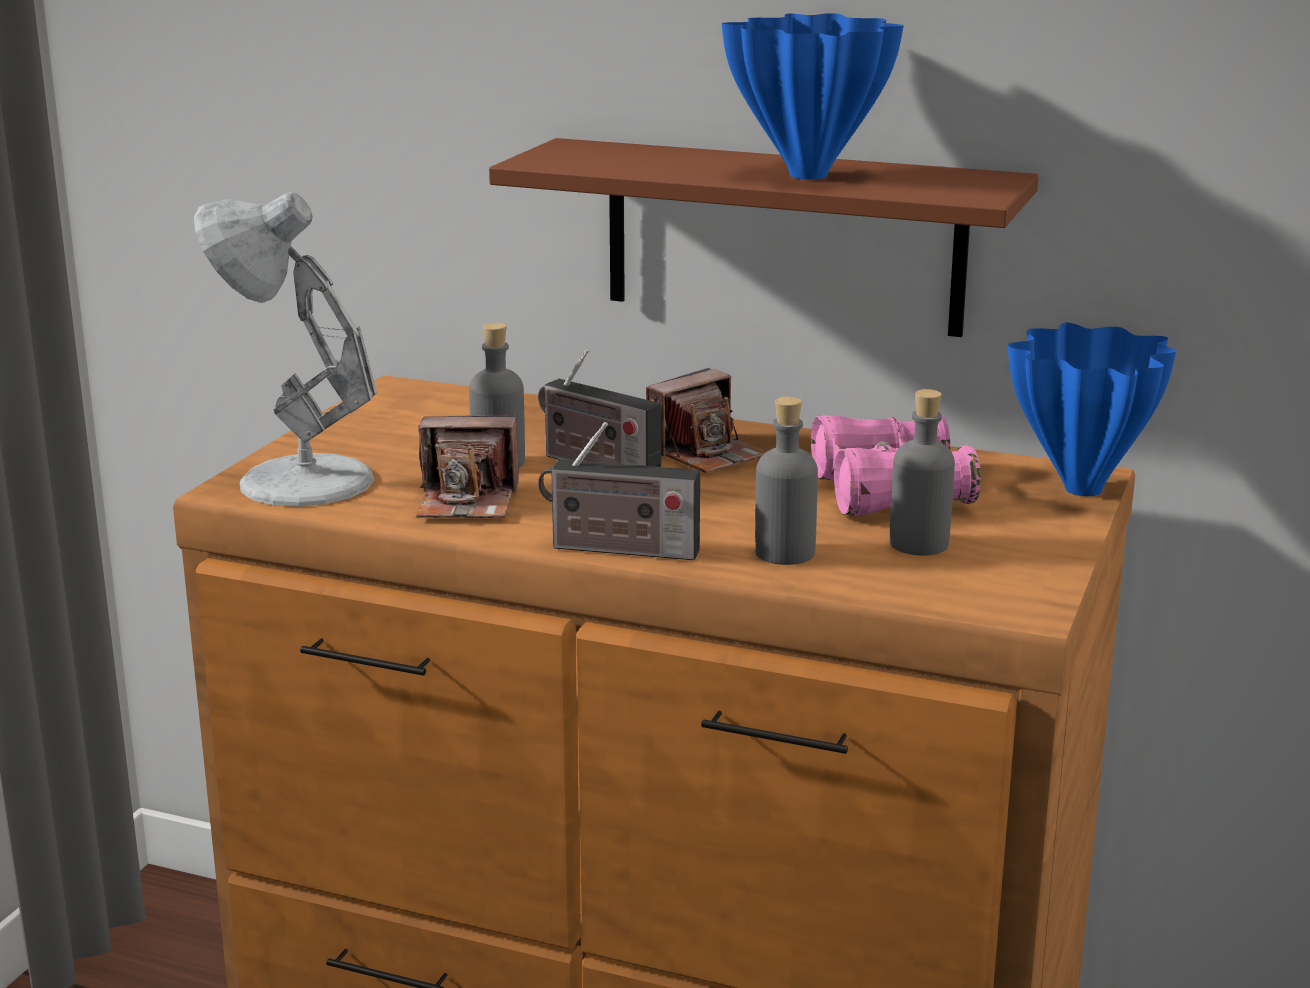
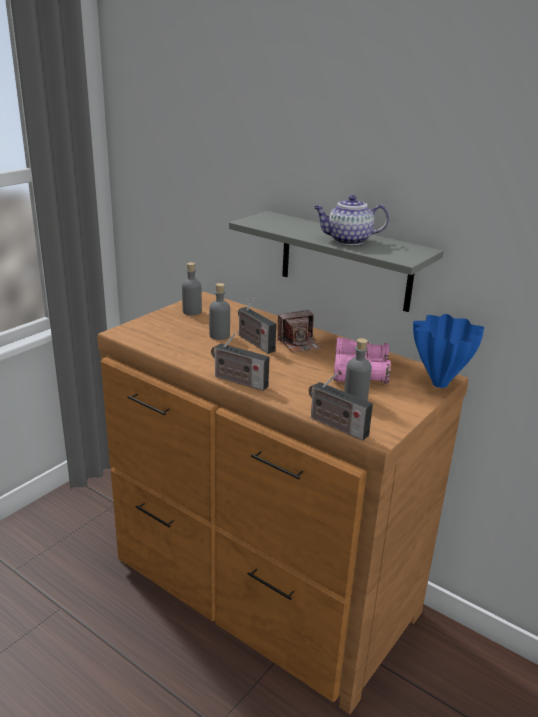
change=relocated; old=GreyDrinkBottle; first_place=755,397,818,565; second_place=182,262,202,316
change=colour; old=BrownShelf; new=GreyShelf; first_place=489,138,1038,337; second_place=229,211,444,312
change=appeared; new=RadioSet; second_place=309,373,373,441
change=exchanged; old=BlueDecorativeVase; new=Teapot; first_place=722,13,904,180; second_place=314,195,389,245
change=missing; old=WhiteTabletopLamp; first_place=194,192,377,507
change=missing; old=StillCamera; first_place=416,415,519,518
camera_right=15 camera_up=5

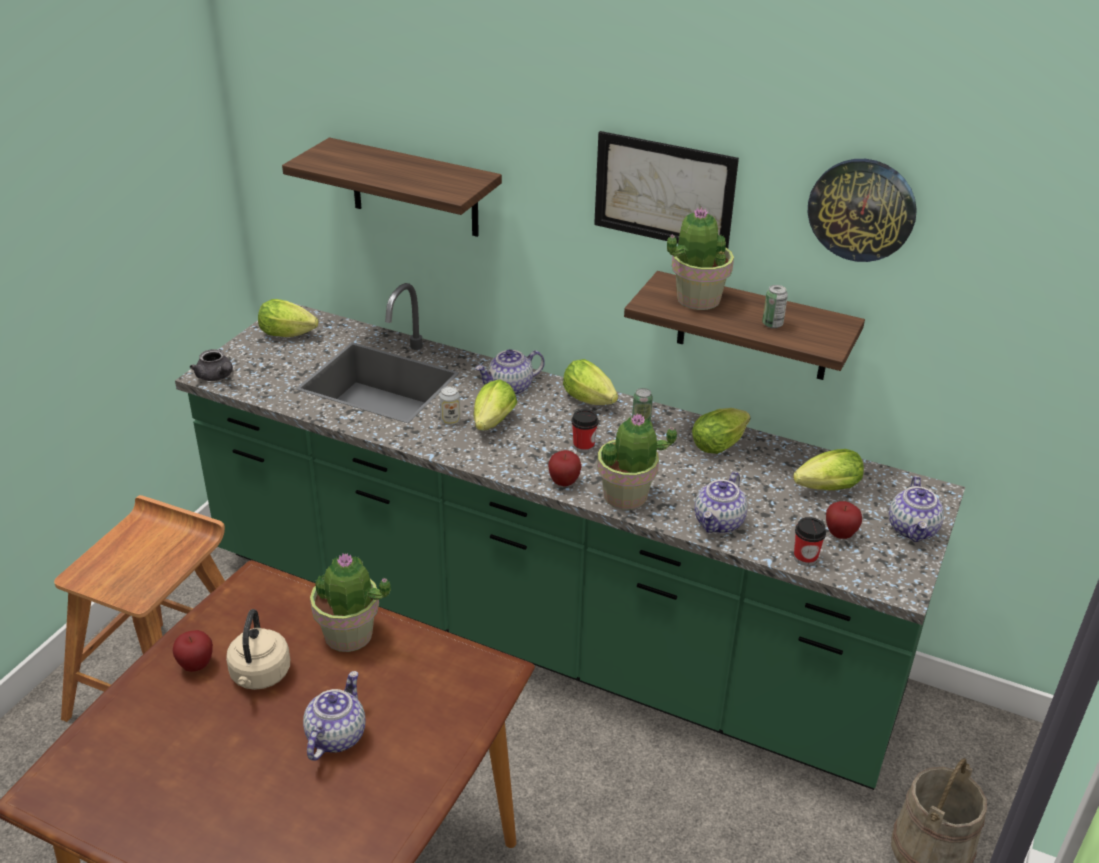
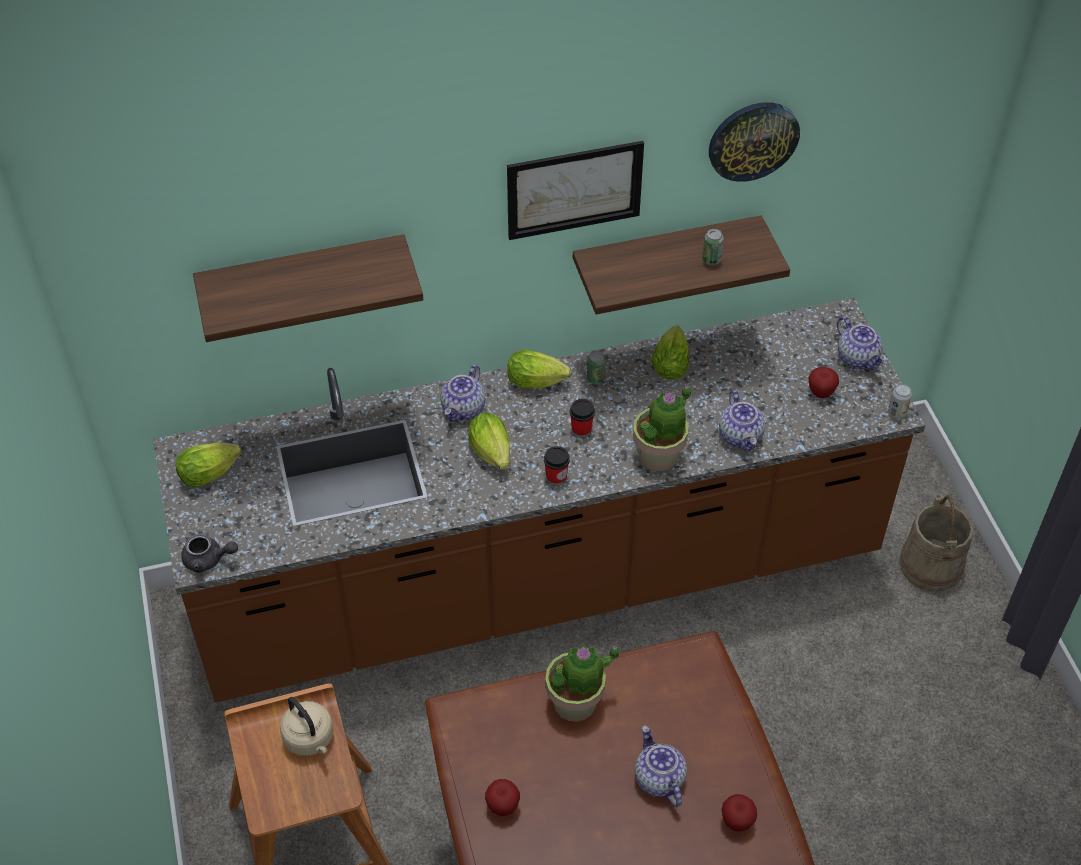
change=colour; old=GreenKitchenCounter; new=BrownKitchenCounter; first_place=175,283,965,790; second_place=153,298,925,702
change=relocated; old=BeigeWaterKettle; first_place=226,609,290,690; second_place=280,697,333,756
change=relocated; old=SmallCup; first_place=794,517,826,566; second_place=544,446,570,486
change=relocated; old=Apple; first_place=548,450,582,486; second_place=722,794,757,832
change=relocated; old=SealedCan; first_place=439,386,460,425; second_place=888,384,912,419
change=missing; old=PlantInAPot; first_place=667,207,734,310
change=missing; old=HeadOfLettuce; first_place=793,449,864,490
camera_right=-40 camera_up=15

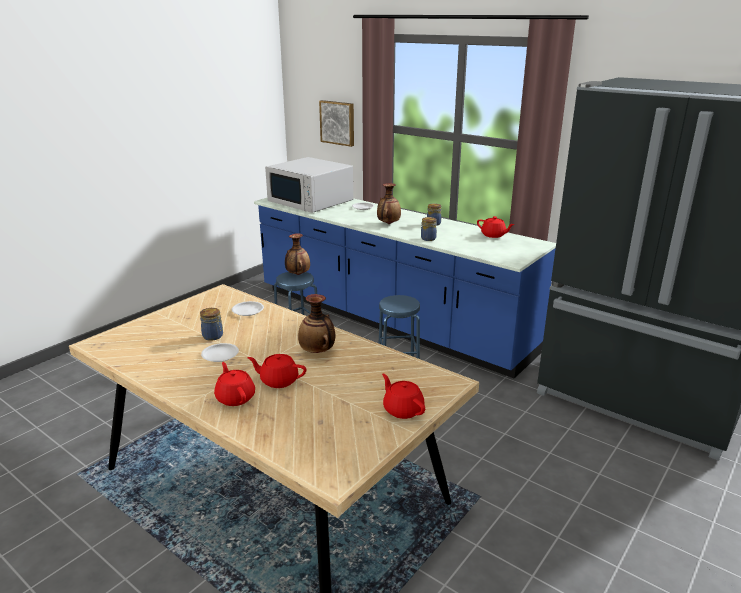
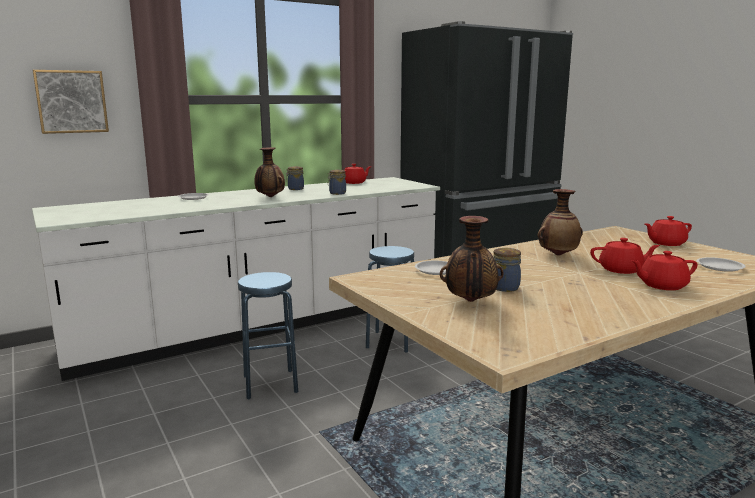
change=colour; old=BlueKitchenCounter; new=WhiteKitchenCounter; first_place=254,198,556,378; second_place=32,177,440,381
change=relocated; old=DecorativeVase; first_place=285,233,310,275; second_place=440,216,503,302
change=spun; old=RedColouredTeapot; first_place=247,354,306,388; second_place=590,238,660,274; degrees=-120
change=relocated; old=WhitePlate; first_place=201,343,239,362; second_place=696,257,746,272
change=missing; old=WhiteMicrowaveOven; first_place=265,157,353,213
camera_right=-70 camera_up=-10

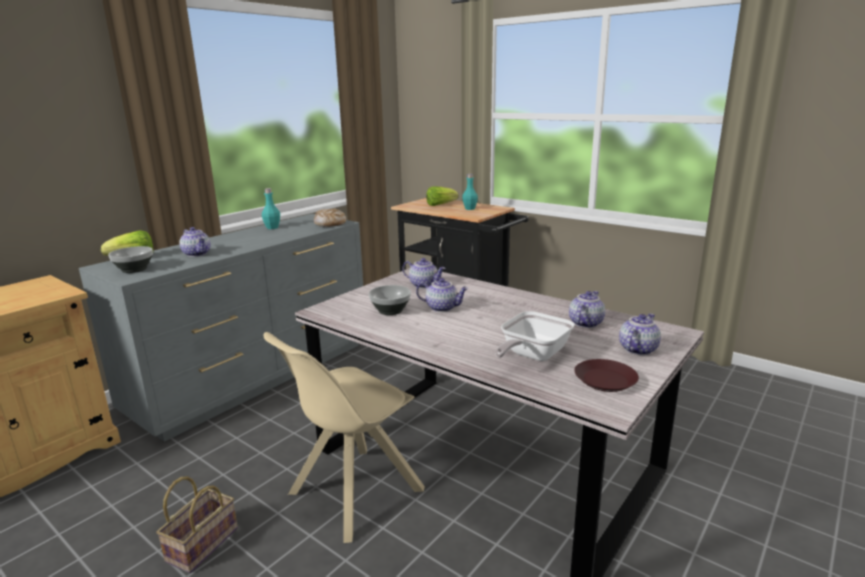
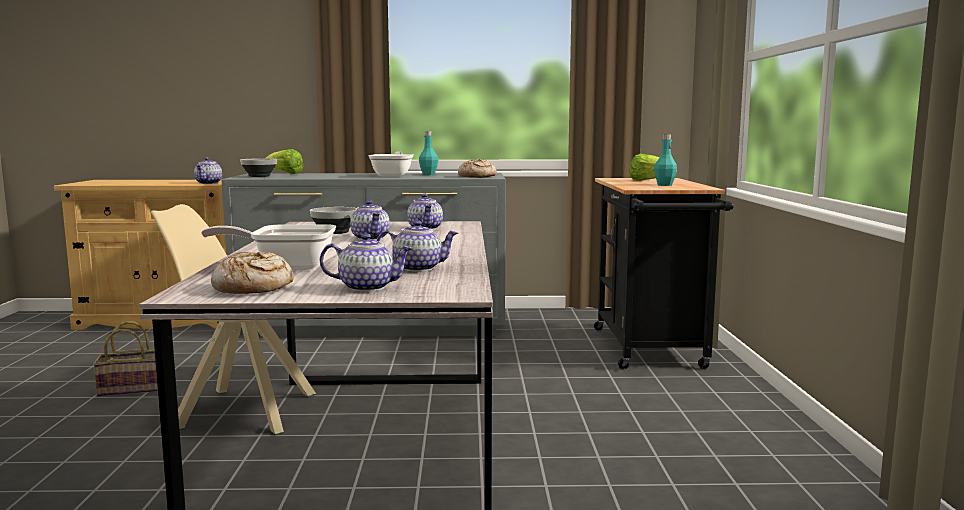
change=relocated; old=Teapot; first_place=180,227,211,257; second_place=194,157,222,184
change=exchanged; old=BrownPlate; new=Bread; first_place=575,359,639,392; second_place=211,252,294,294
change=appeared; new=Pan; second_place=369,151,414,177
camera_right=50 camera_up=-10

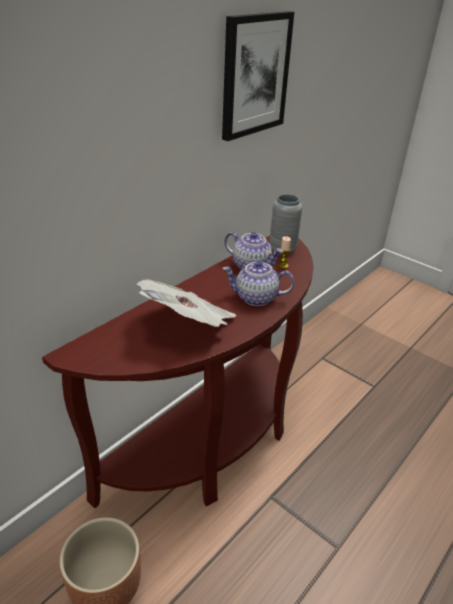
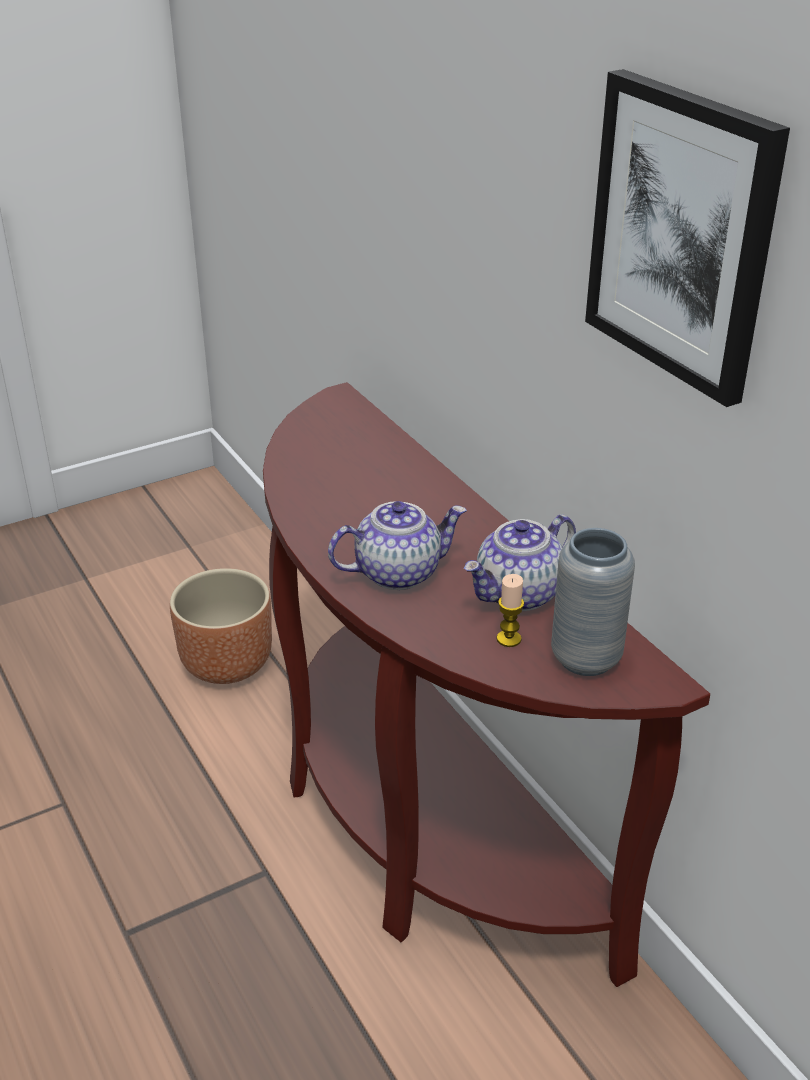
change=spun; old=Teapot; first_place=222,261,295,306; second_place=328,501,467,590; degrees=45
change=missing; old=PrintedPaper; first_place=137,279,236,327
camera_right=110 camera_up=0

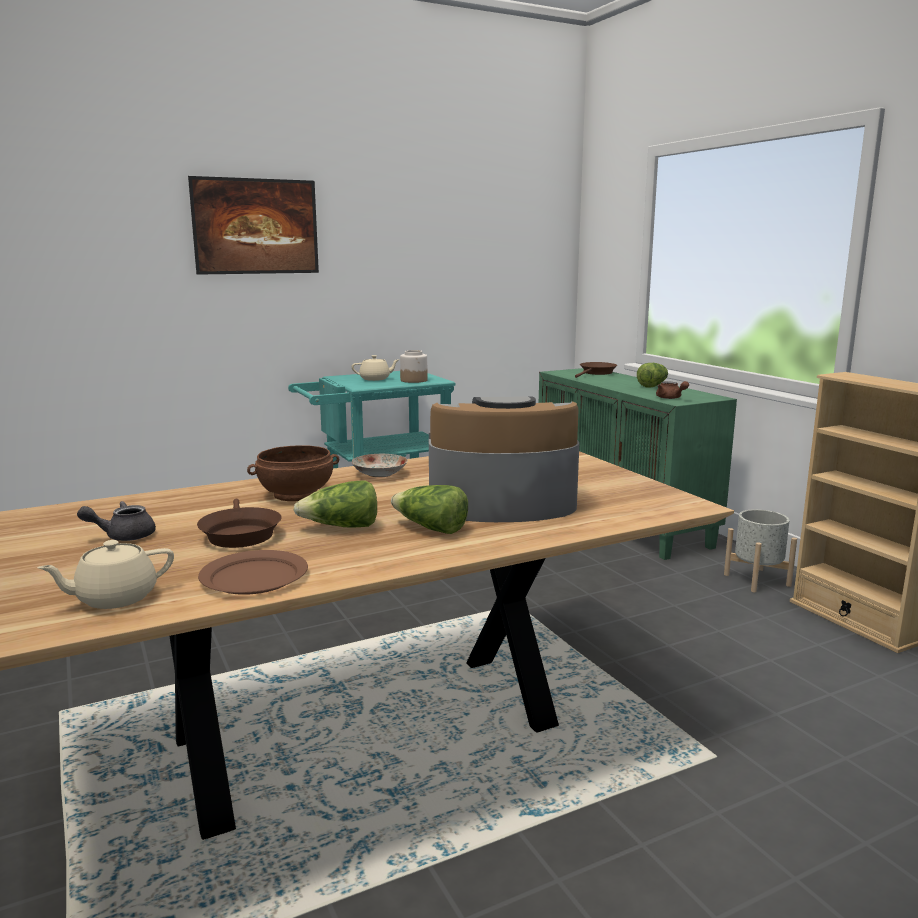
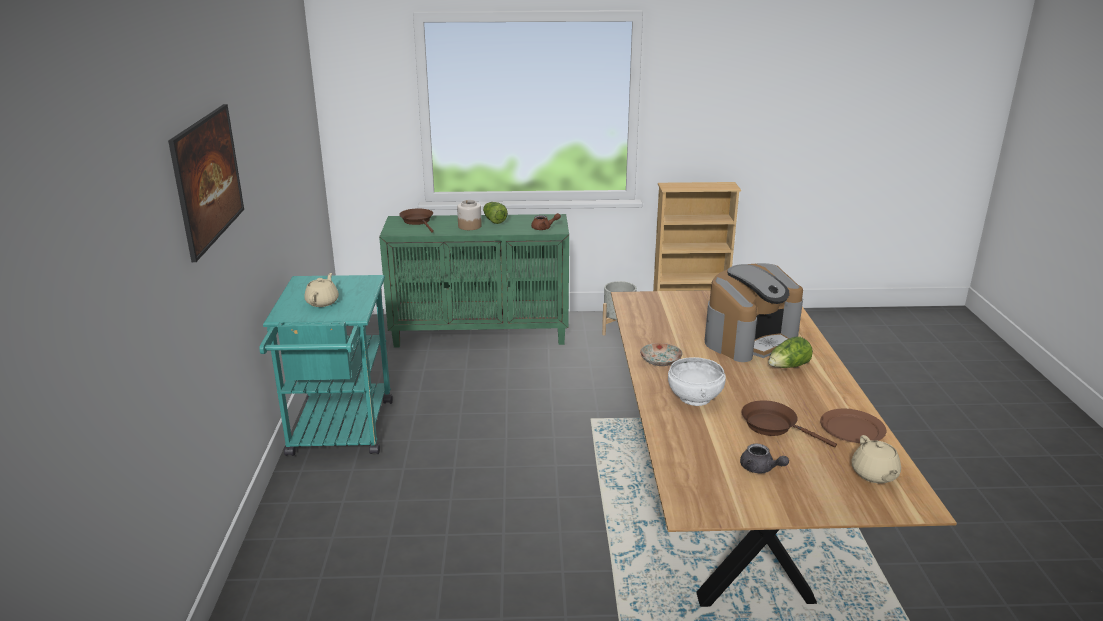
change=relocated; old=PreserveJar; first_place=400,350,428,383; second_place=457,200,482,230
change=colour; old=BrownDeepDish; new=WhiteDeepDish; first_place=247,445,339,501; second_place=668,357,726,406
change=spun; old=CoffeeMaker; first_place=429,396,579,522; second_place=705,263,803,362; degrees=-150
change=spun; old=GreyTeapot; first_place=77,501,156,541; second_place=740,444,789,474; degrees=-45
change=spun; old=BrownPan; first_place=197,499,282,548; second_place=741,401,837,447; degrees=-150
change=missing; old=HeadOfLettuce; first_place=293,480,377,528
camera_right=-65 camera_up=10

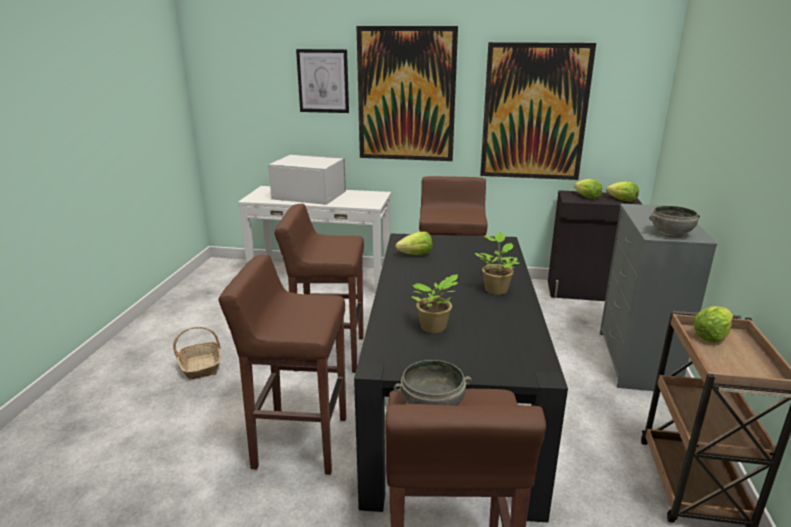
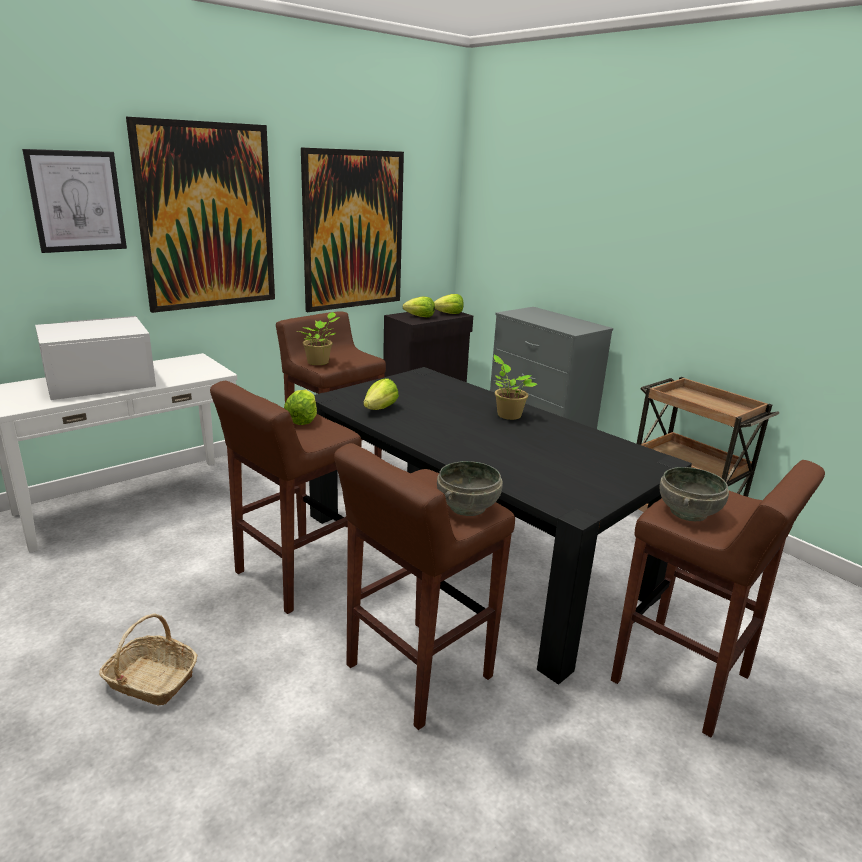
change=relocated; old=HeadOfLettuce; first_place=693,306,733,342; second_place=284,390,317,425
change=relocated; old=PlantInAPot; first_place=412,274,458,333; second_place=298,312,340,365
change=relocated; old=GreyDeepDish; first_place=649,206,700,238; second_place=437,461,503,516
camera_right=-50 camera_up=0

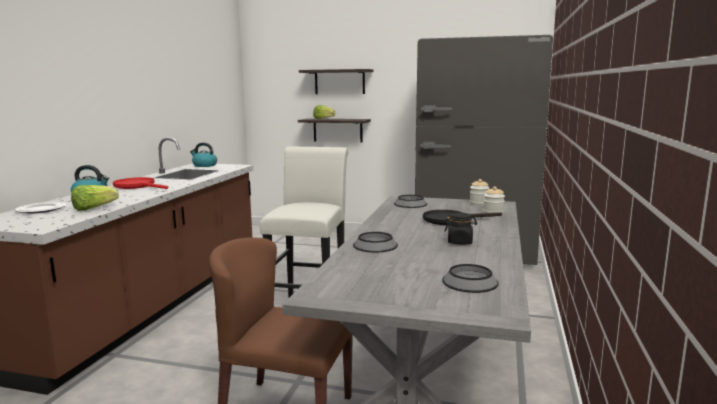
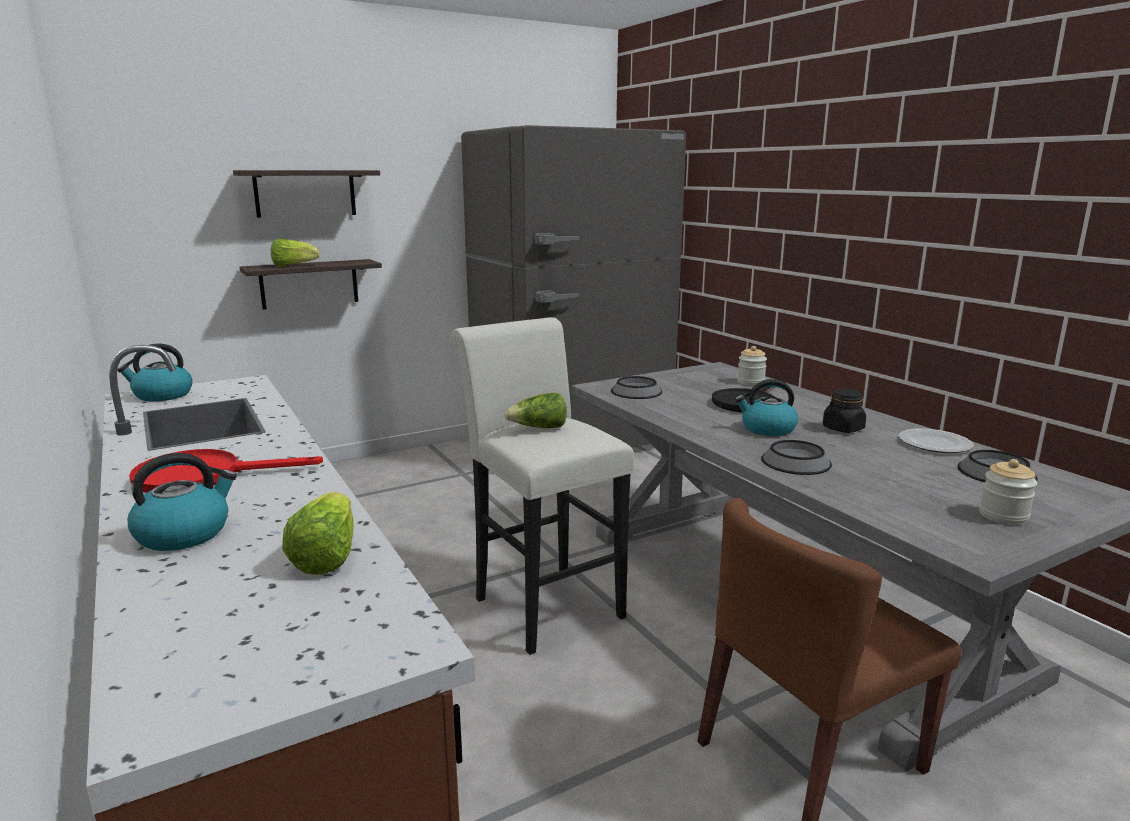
change=appeared; new=HeadOfLettuce; second_place=504,393,567,428
change=appeared; new=WaterKettle; second_place=735,379,798,436
change=relocated; old=Plate; first_place=15,202,66,213; second_place=899,429,974,453
change=relocated; old=PreserveJar; first_place=470,179,489,206; second_place=979,459,1037,525
camera_right=-45 camera_up=5

